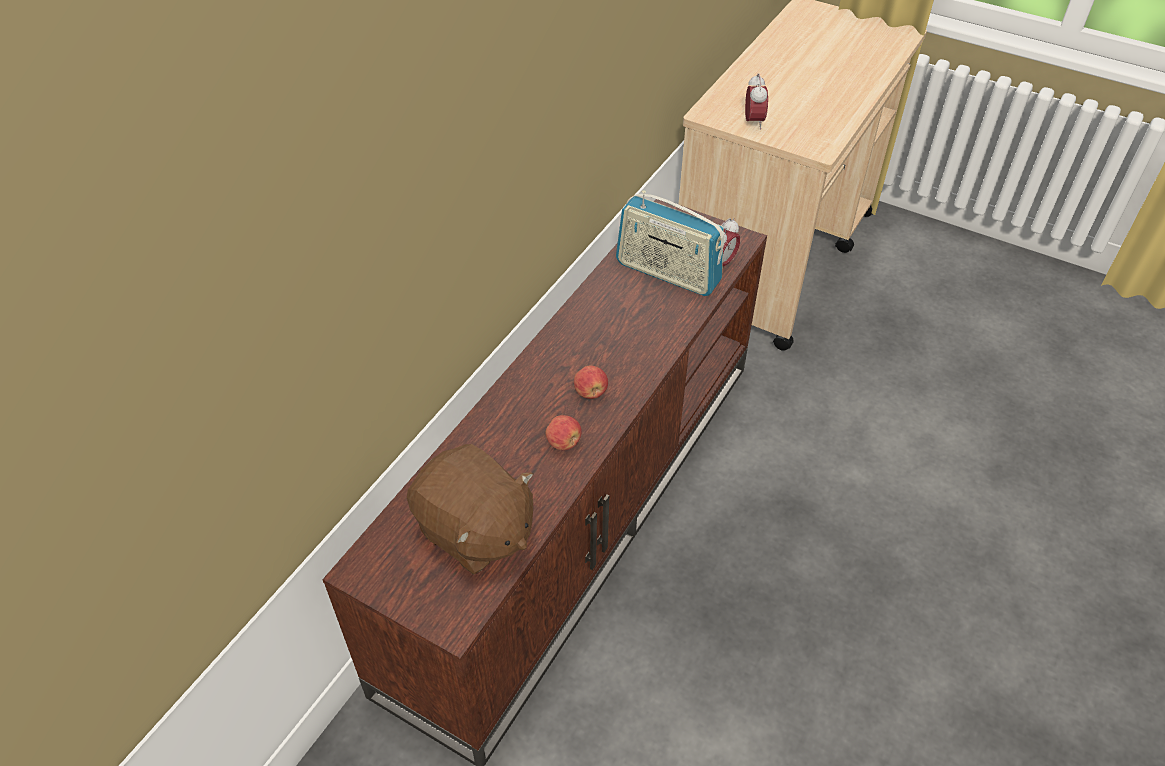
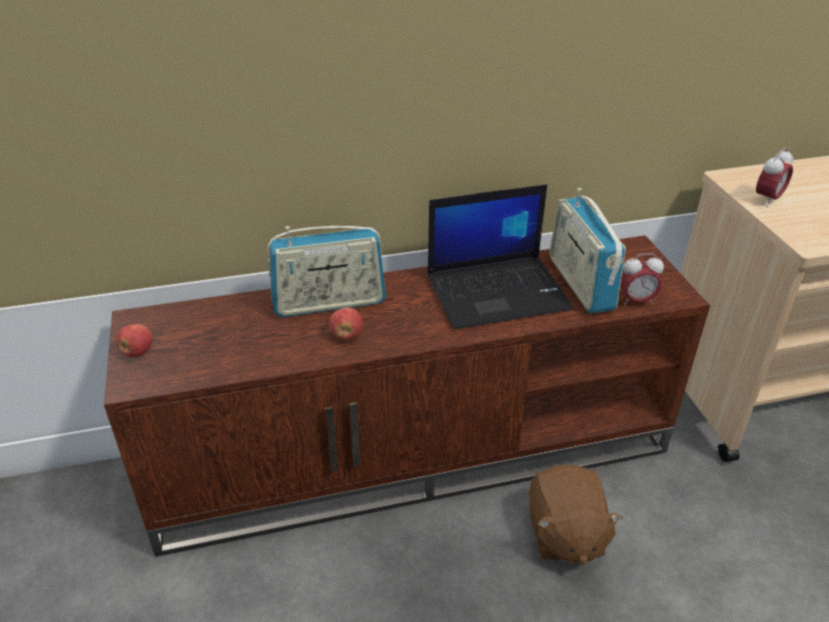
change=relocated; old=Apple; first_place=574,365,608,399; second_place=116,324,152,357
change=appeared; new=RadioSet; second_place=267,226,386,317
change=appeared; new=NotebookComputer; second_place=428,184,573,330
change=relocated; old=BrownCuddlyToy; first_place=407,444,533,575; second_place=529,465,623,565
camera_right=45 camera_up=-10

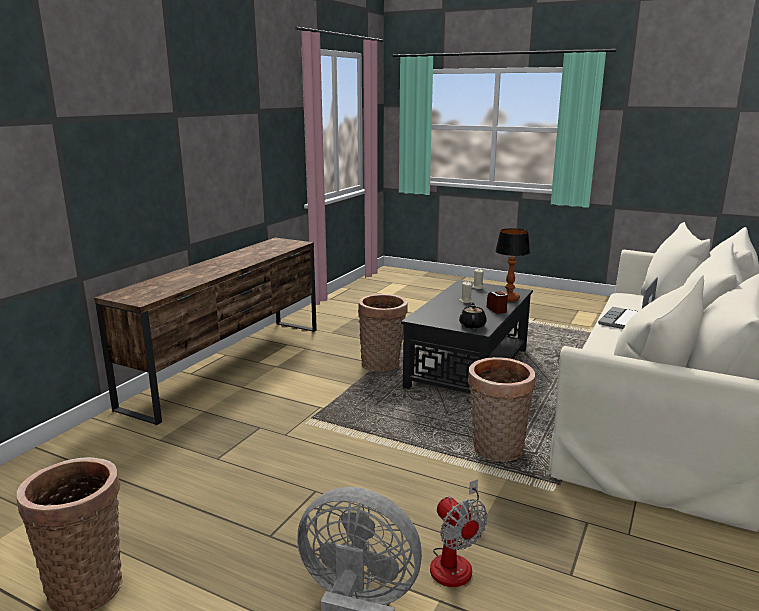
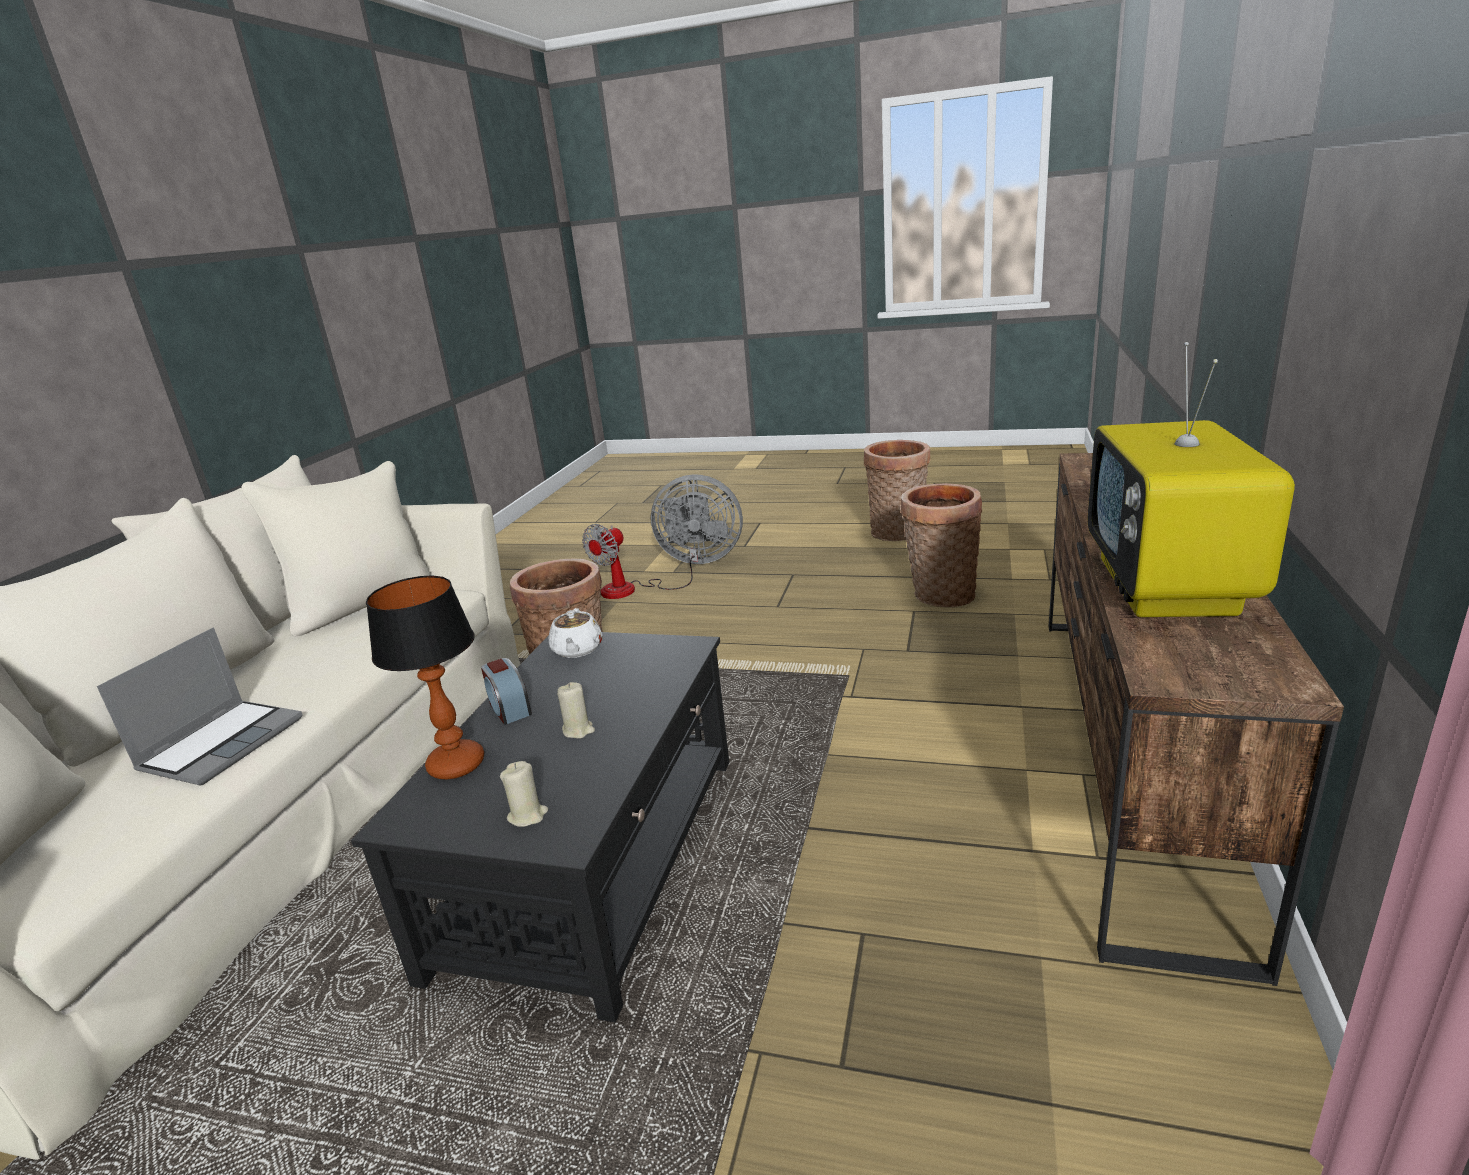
change=colour; old=BlackColouredTeapot; new=WhiteTeapot; first_place=459,303,487,329; second_place=549,608,603,658
change=spun; old=ElectricFan; first_place=430,479,487,587; second_place=582,524,698,599; degrees=-105
change=relocated; old=Basket; first_place=358,294,408,372; second_place=900,483,982,607
change=appeared; new=TvSet; second_place=1088,342,1295,617
camera_right=170 camera_up=5

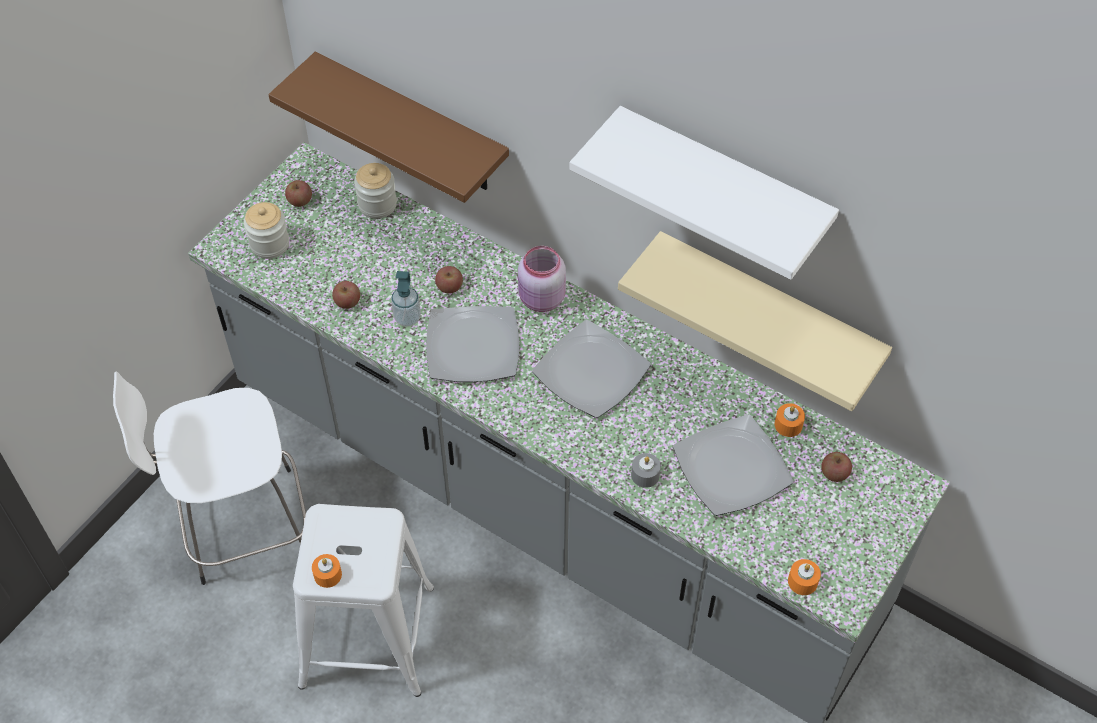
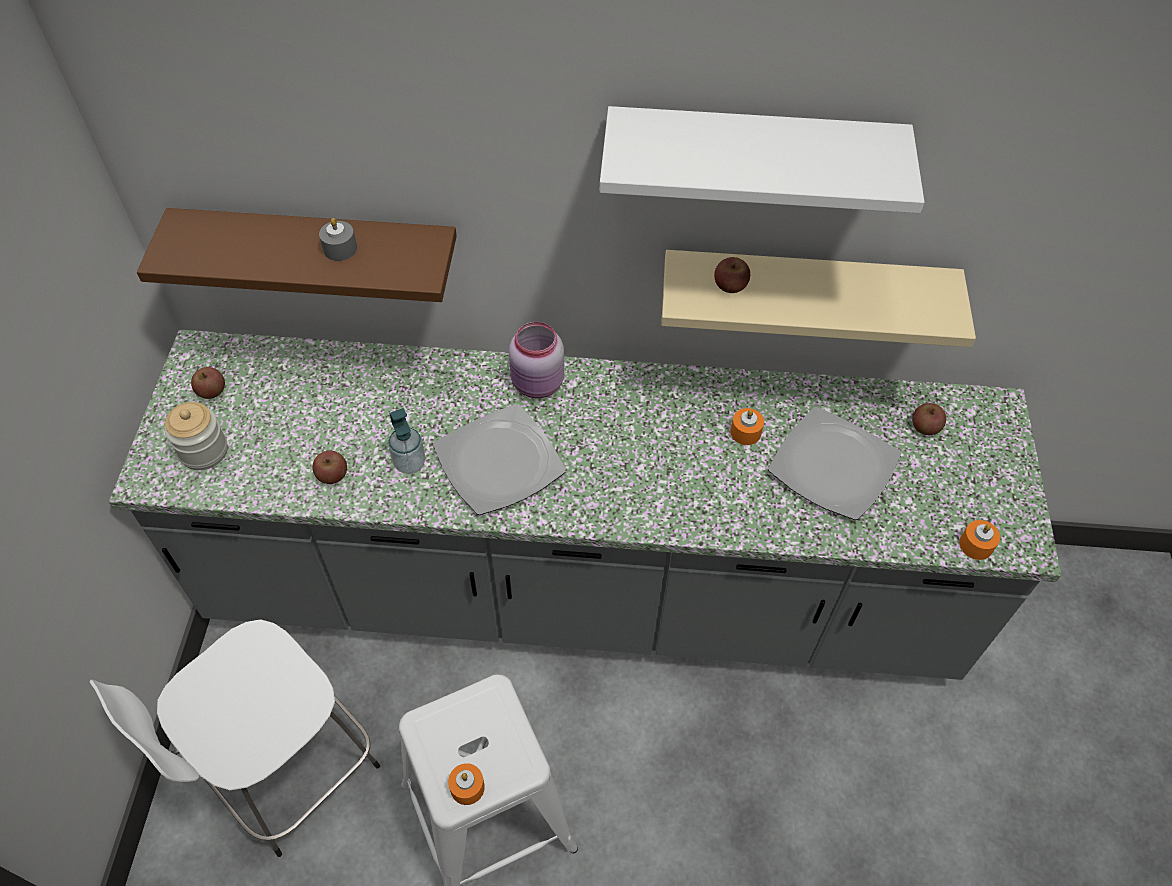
change=relocated; old=GreyWaxCandle; first_place=631,453,661,488; second_place=319,218,357,261
change=relocated; old=Apple; first_place=435,266,463,294; second_place=714,257,750,293
change=relocated; old=OrangeColouredWaxCandle; first_place=775,403,805,437; second_place=730,408,764,445
change=missing; old=PreserveJar; first_place=354,163,397,219
change=missing; old=Plate; first_place=532,320,651,418
camera_right=-30 camera_up=0

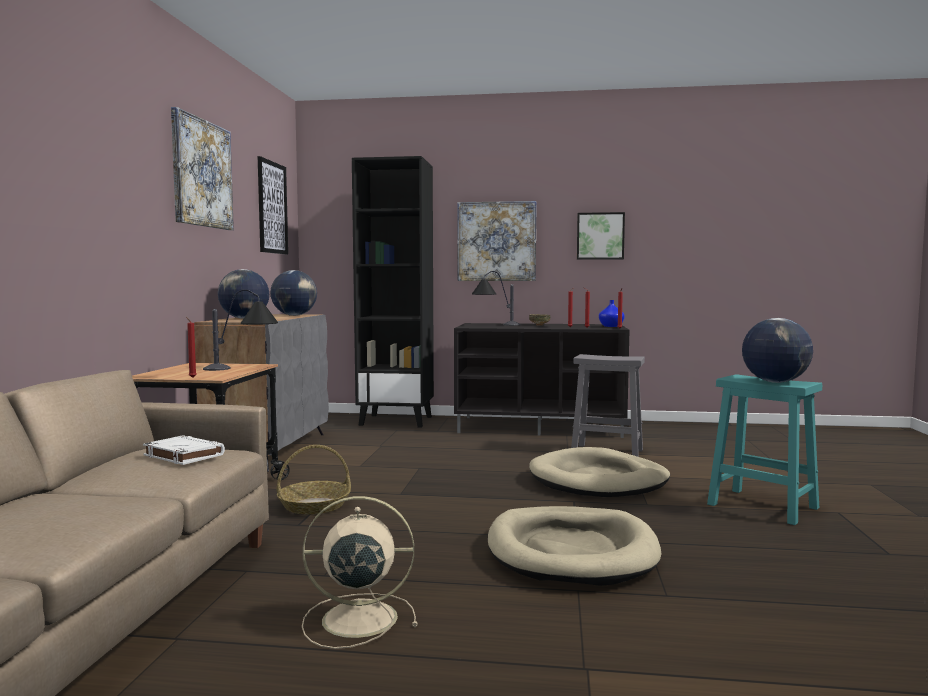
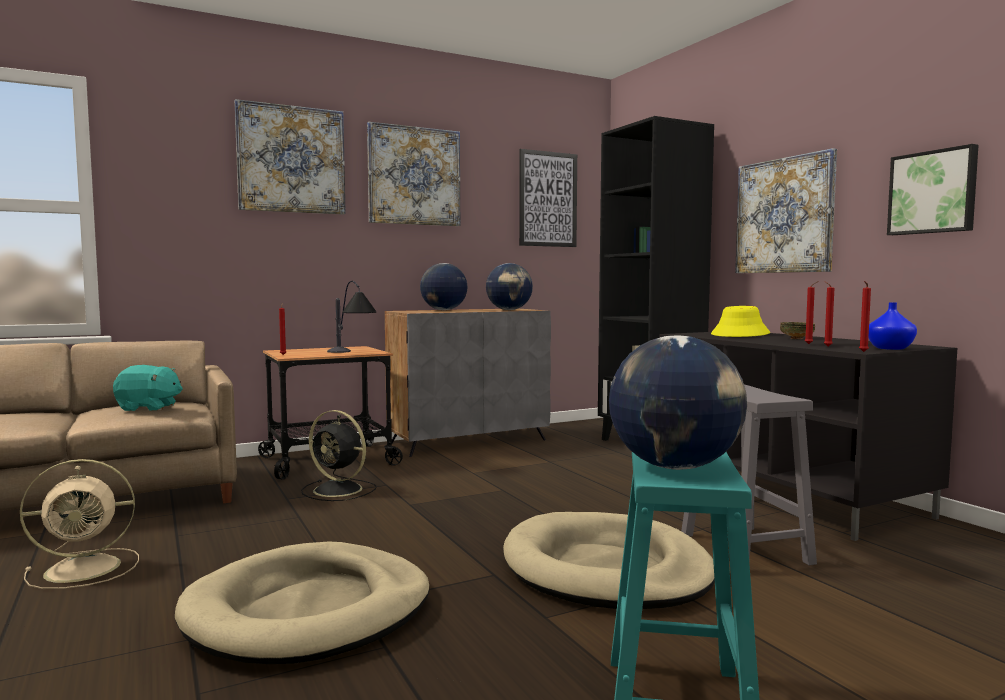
change=spun; old=BeigeElectricFan; first_place=302,496,417,649; second_place=20,459,139,589; degrees=105
change=exchanged; old=WhiteBoundBook; new=BlueGreenCuddlyToy; first_place=143,435,225,465; second_place=113,365,183,411
change=appeared; new=Picture; second_place=235,99,346,215
change=exchanged; old=Basket; new=BlackColouredElectricFan; first_place=276,445,351,515; second_place=301,410,377,501
change=exchanged; old=TabletopLamp; new=YellowishHat; first_place=472,271,520,326; second_place=711,306,770,337
camera_right=55 camera_up=0

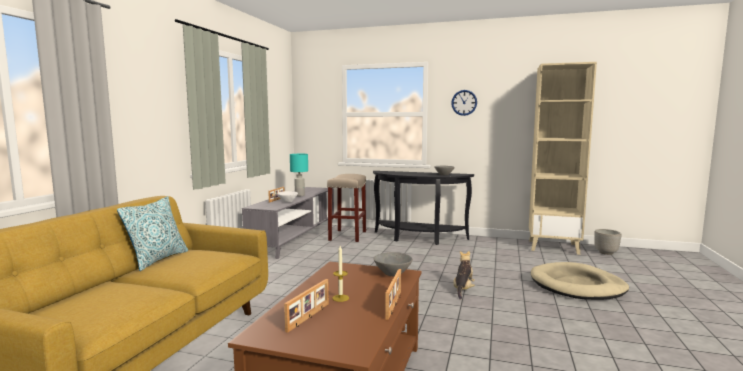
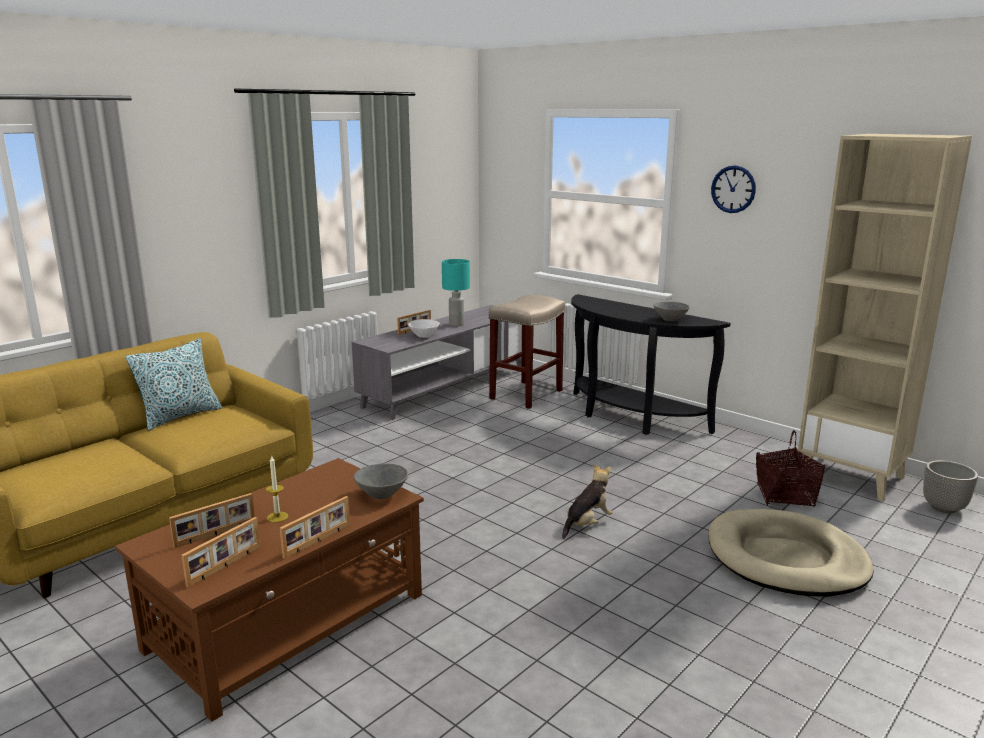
change=appeared; new=PictureFrame; second_place=181,517,261,588
change=appeared; new=Basket; second_place=756,430,825,507
camera_right=25 camera_up=10

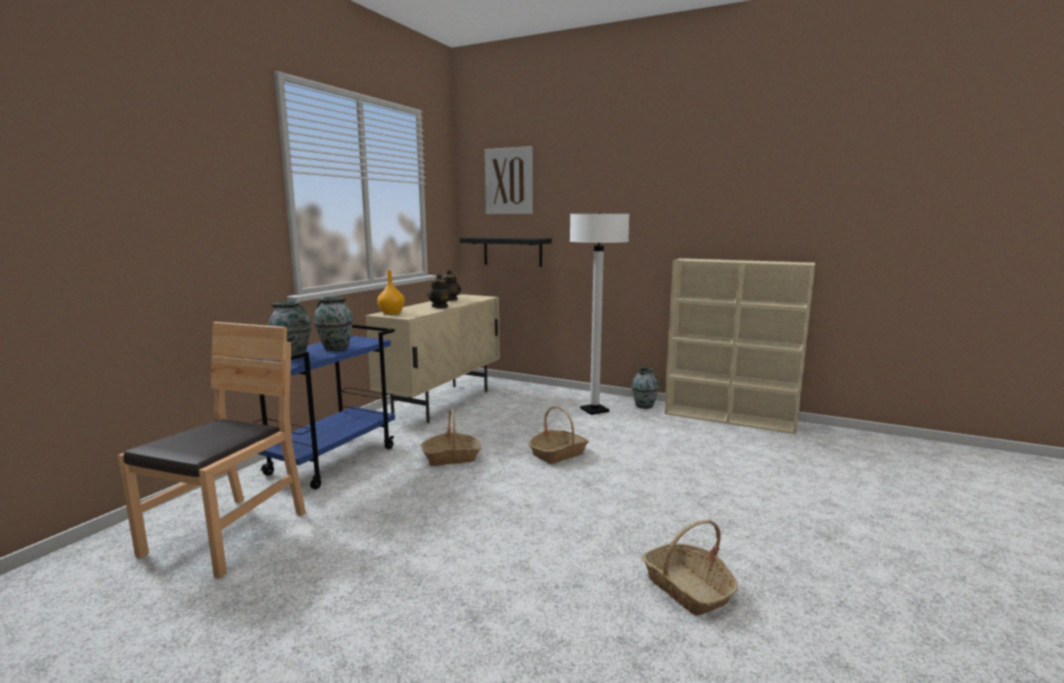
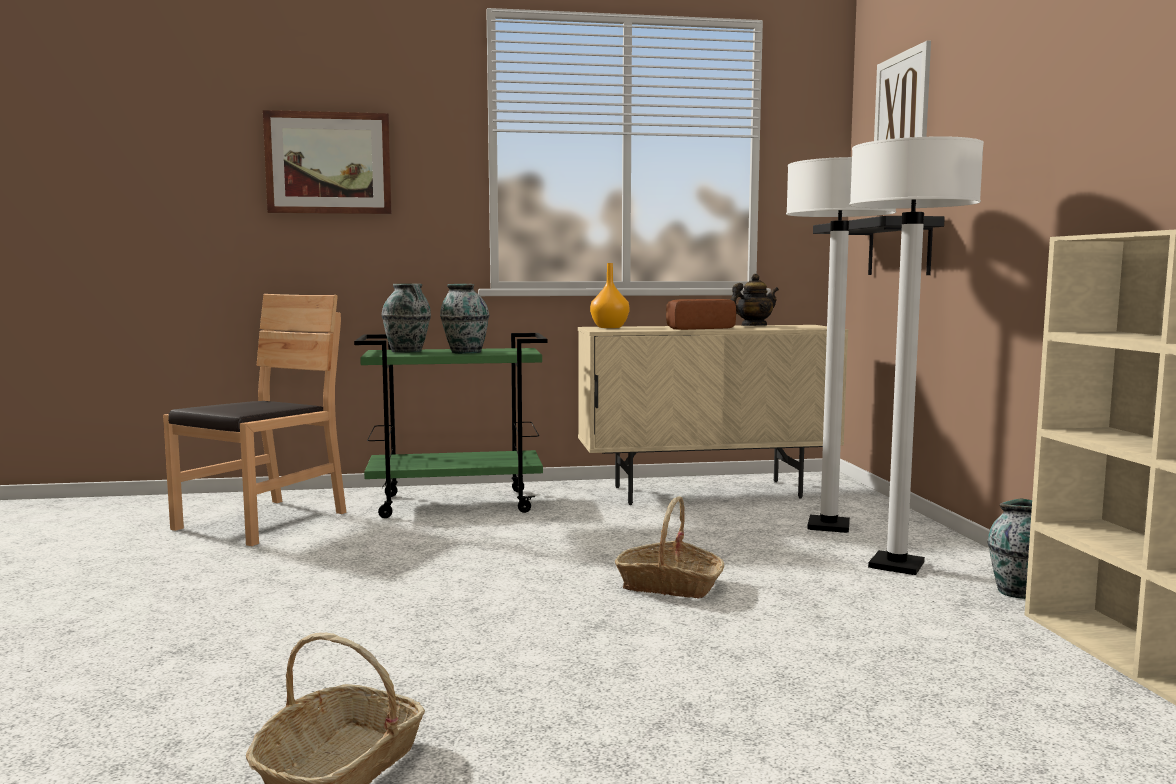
change=spun; old=BrownUprightChair; first_place=117,322,306,579; second_place=163,294,346,546; degrees=-45
change=appeared; new=Picture; second_place=263,110,392,214
change=colour; old=BlueCart; new=GreenCart; first_place=253,324,395,489; second_place=354,333,547,518
change=exchanged; old=Teapot; new=Bread; first_place=427,274,452,308; second_place=666,299,736,330
change=appeared; new=WhiteFloorLamp; second_place=786,157,896,533
change=missing; old=Basket; first_place=421,409,481,466
camera_right=55 camera_up=-5

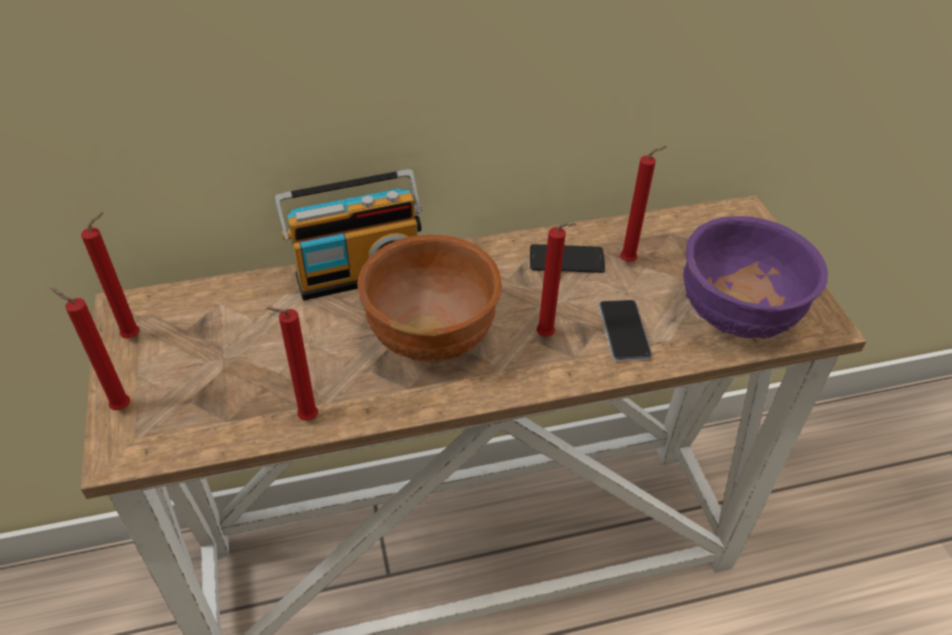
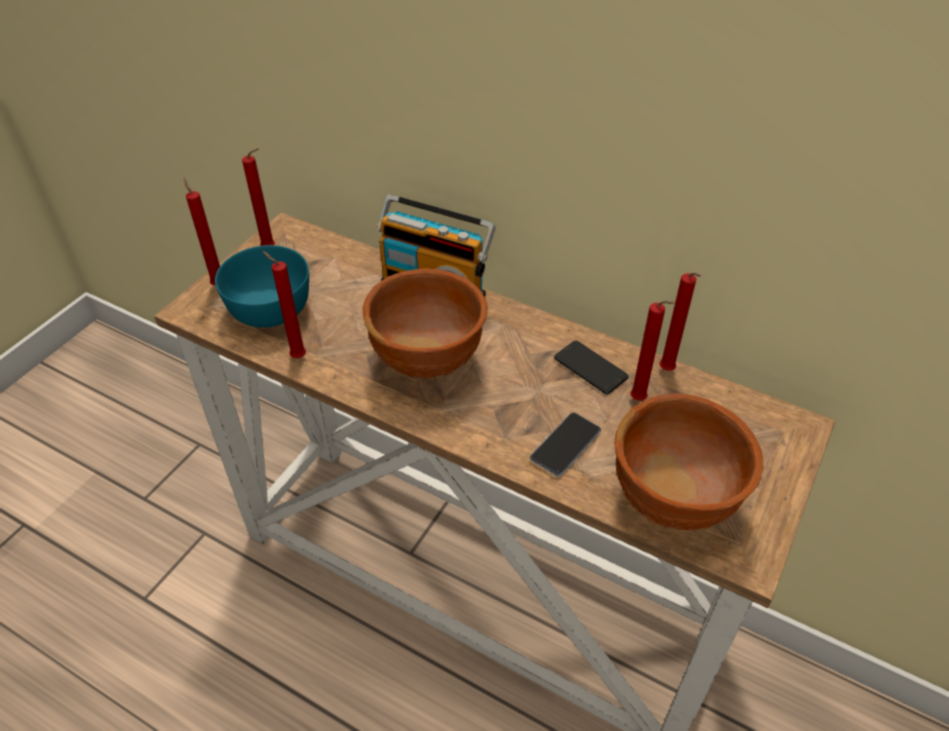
change=appeared; new=BlueGreenDeepDish; second_place=215,245,309,328
change=colour; old=PurpleColouredDeepDish; new=BrownDeepDish; first_place=683,216,828,338; second_place=614,393,763,530
change=relocated; old=RedColouredWaxCandle; first_place=536,223,576,337; second_place=659,273,701,371
camera_right=45 camera_up=0

